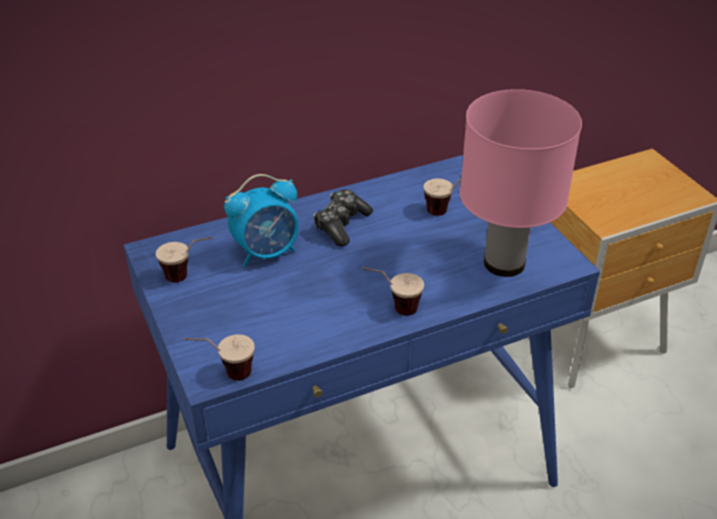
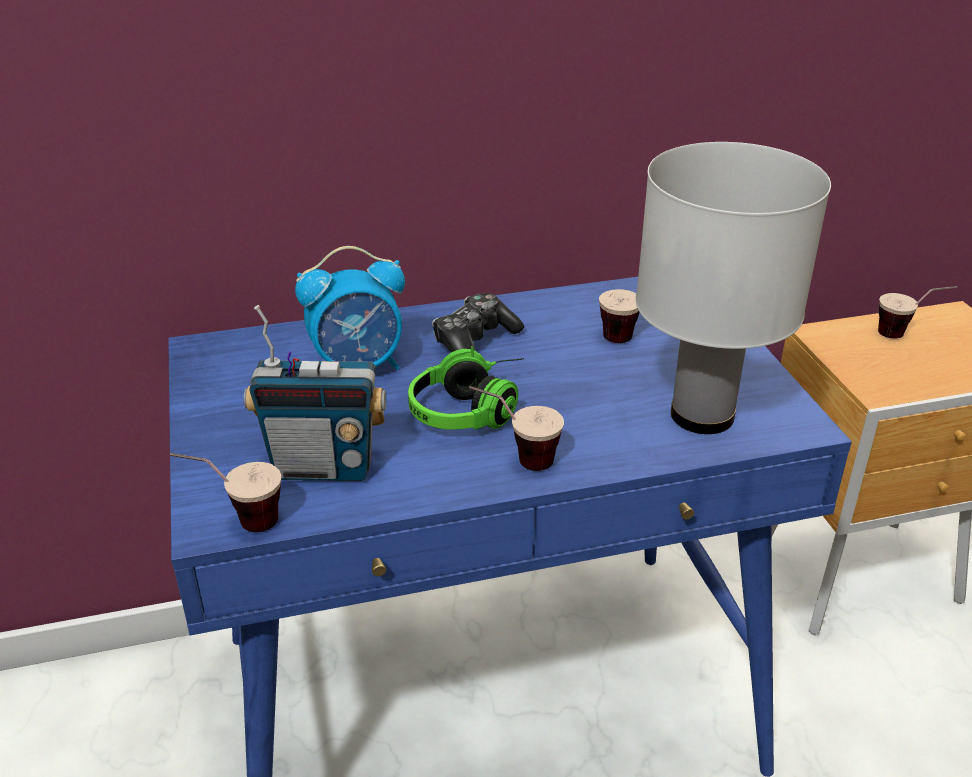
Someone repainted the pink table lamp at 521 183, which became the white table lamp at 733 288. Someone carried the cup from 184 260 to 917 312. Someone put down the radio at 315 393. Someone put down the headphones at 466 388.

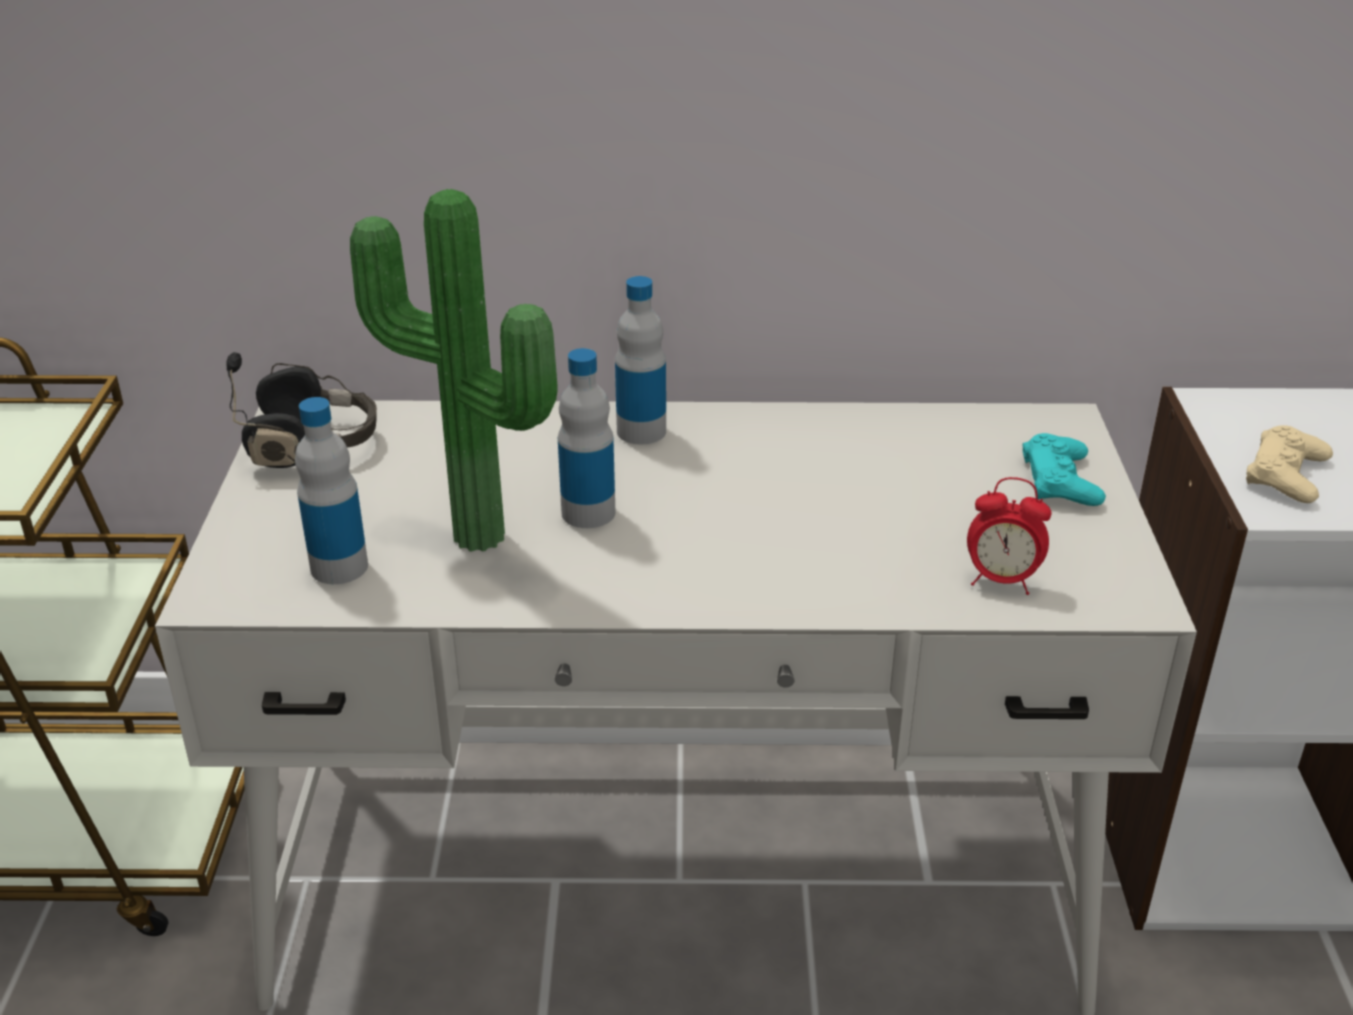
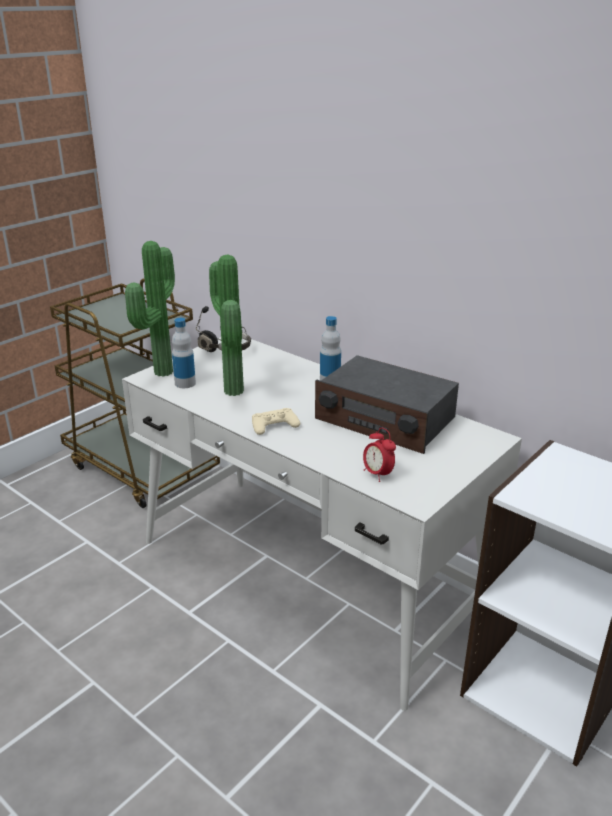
Someone took away the bottle at 587 438. Someone carried the beige game controller from 1289 464 to 276 421. Someone took away the turquoise game controller at 1064 469. Someone put down the potted plant at 150 309. Someone put down the radio at 387 404.

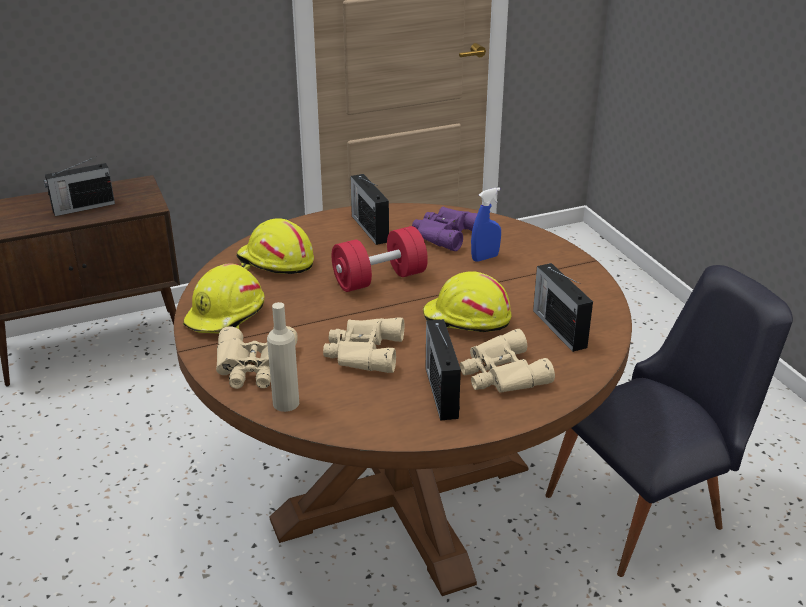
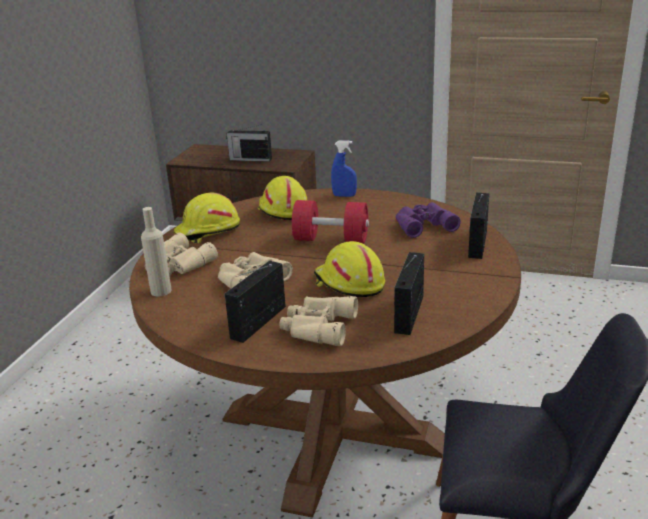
Someone carried the radio from 369 209 to 478 226. Someone carried the blue spray bottle from 486 224 to 344 169.

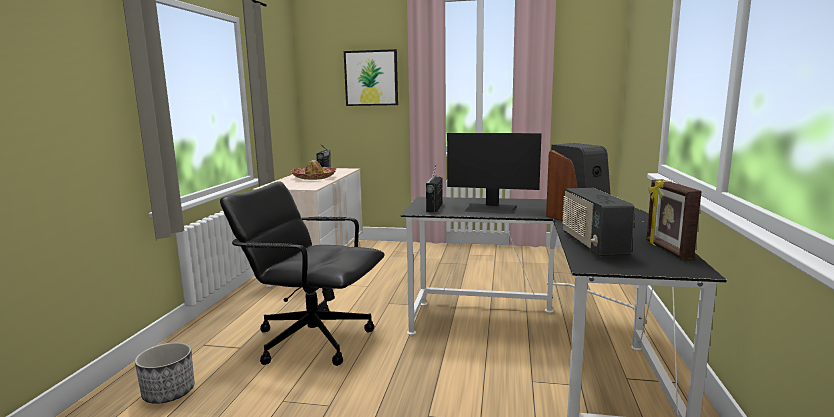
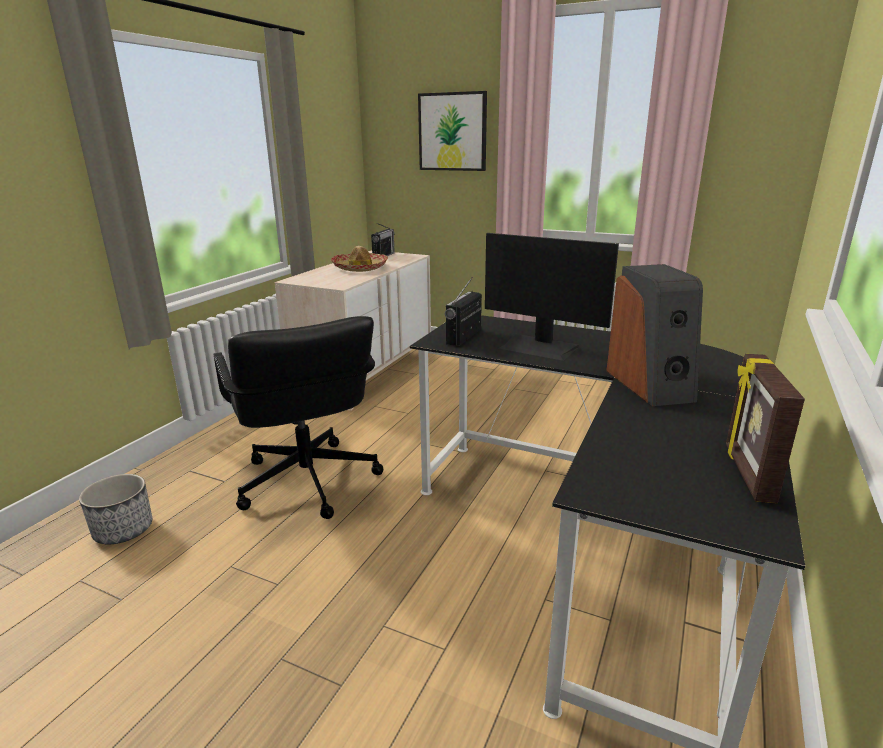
Someone rotated the black office chair at 302 273 by 150 degrees counterclockwise. Someone took away the radio at 598 222.

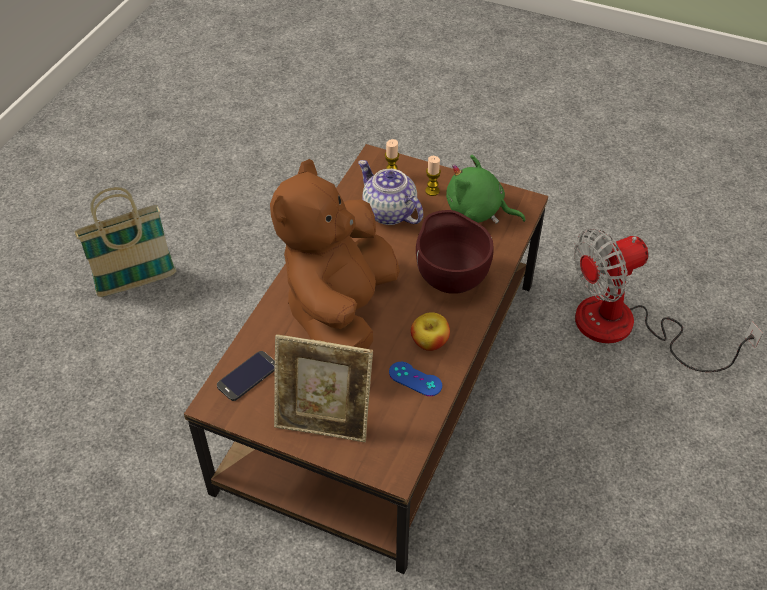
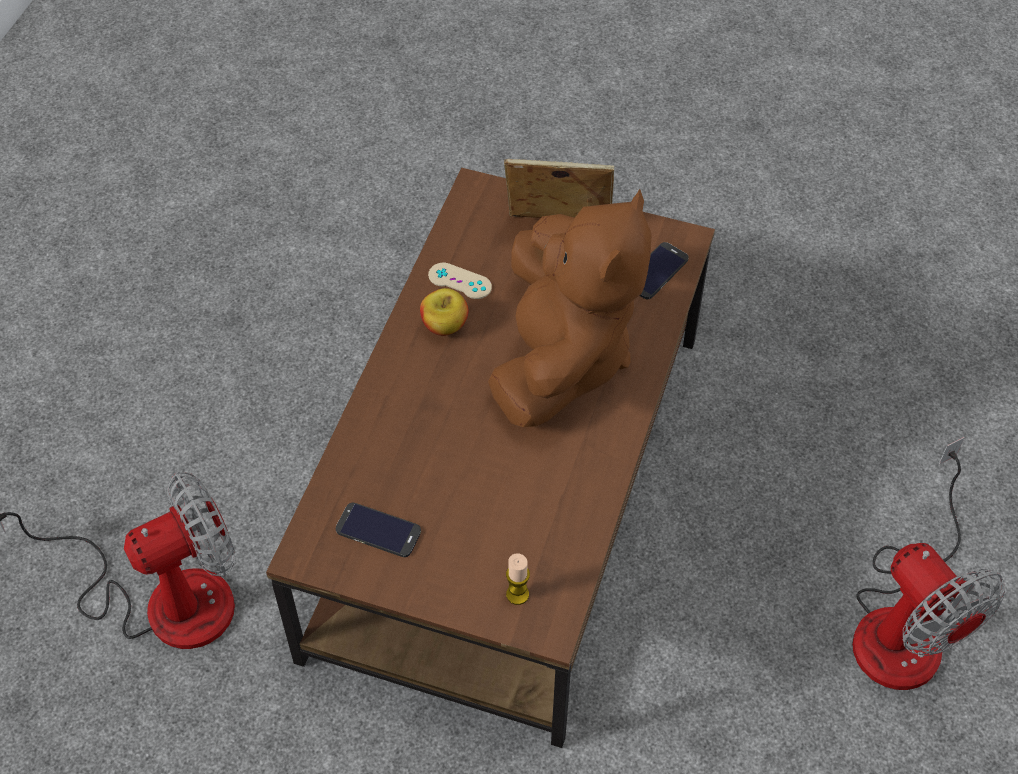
Someone swapped the green plush toy at 486 189 for the phone at 378 530. Someone took away the candle at 433 176. Someone took away the teapot at 390 192. Someone swapped the basket at 125 242 for the fan at 928 563. Someone took away the brown bowl at 455 252. Someone repainted the blue game controller at 415 379, which became the beige game controller at 460 281.

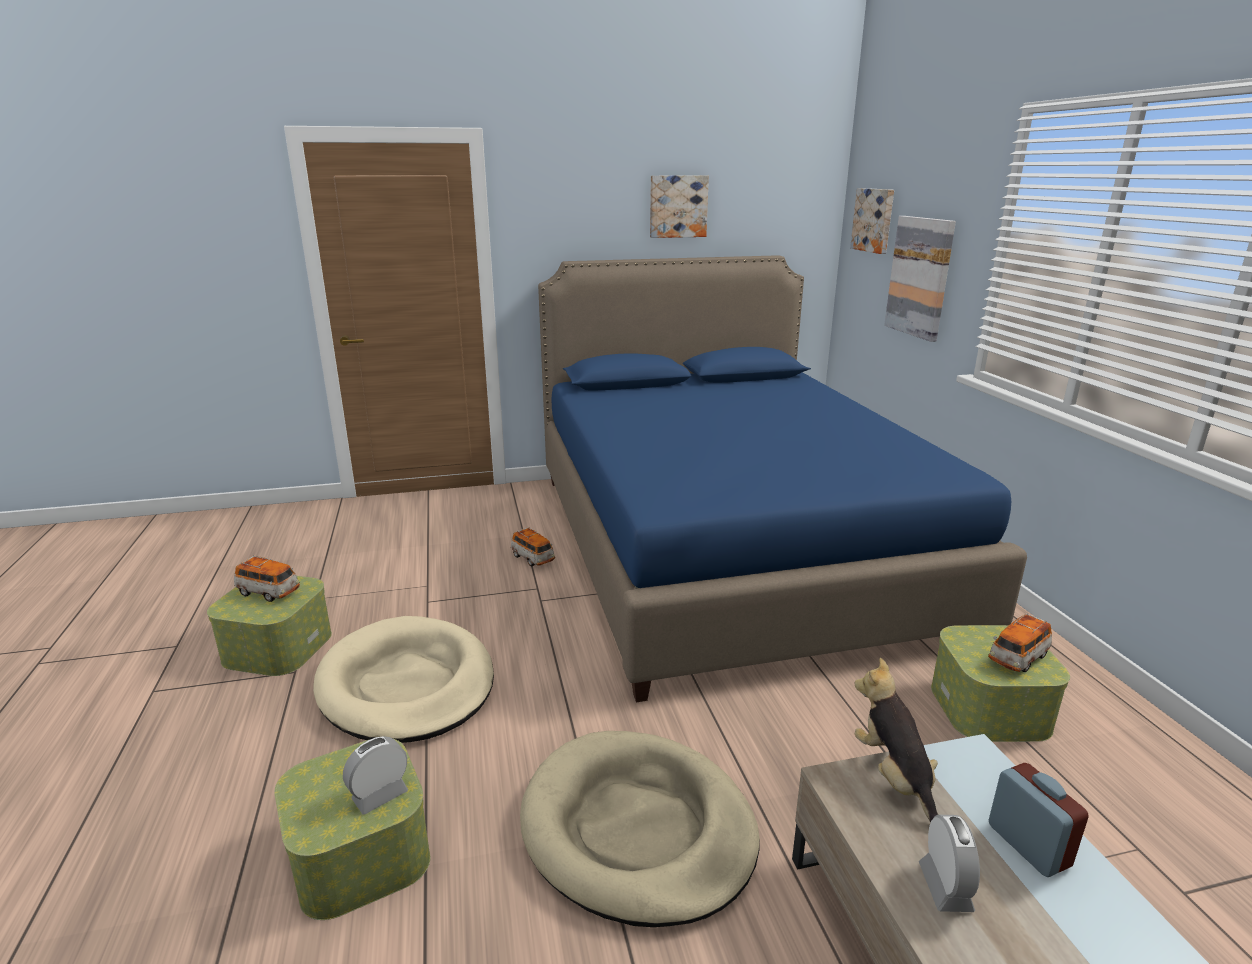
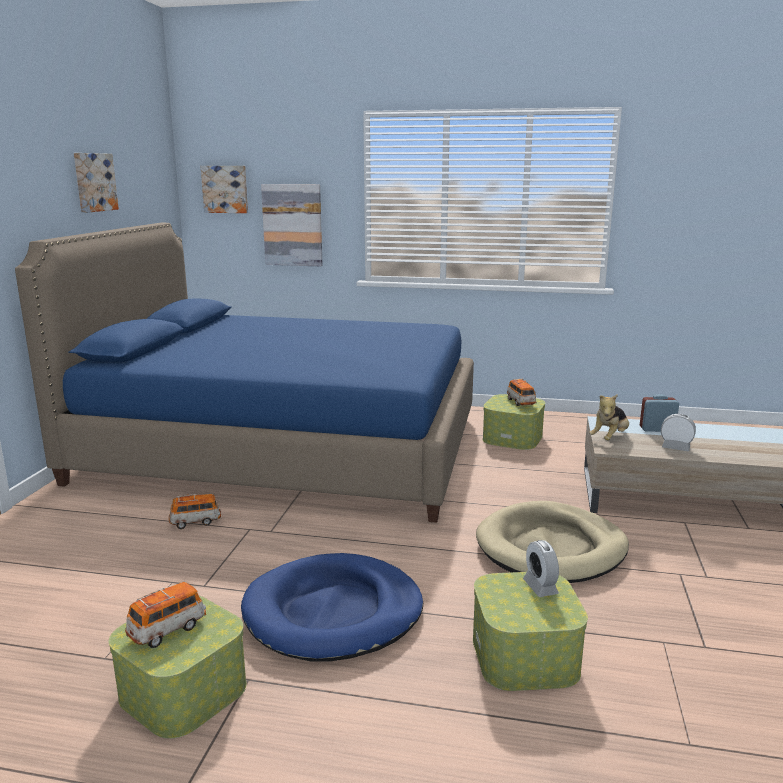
Someone repainted the beige dog bed at 403 679, which became the blue dog bed at 332 607. Someone rotated the plush toy at 896 740 by 60 degrees counterclockwise.

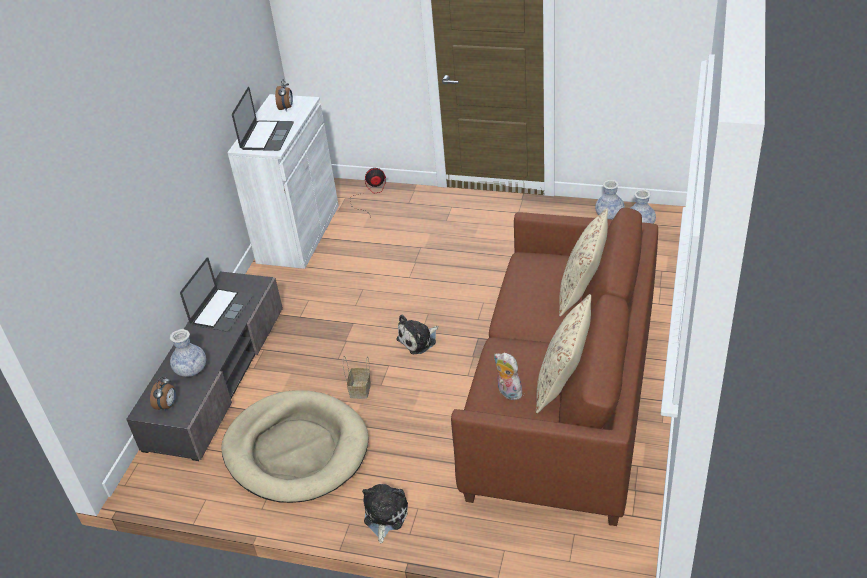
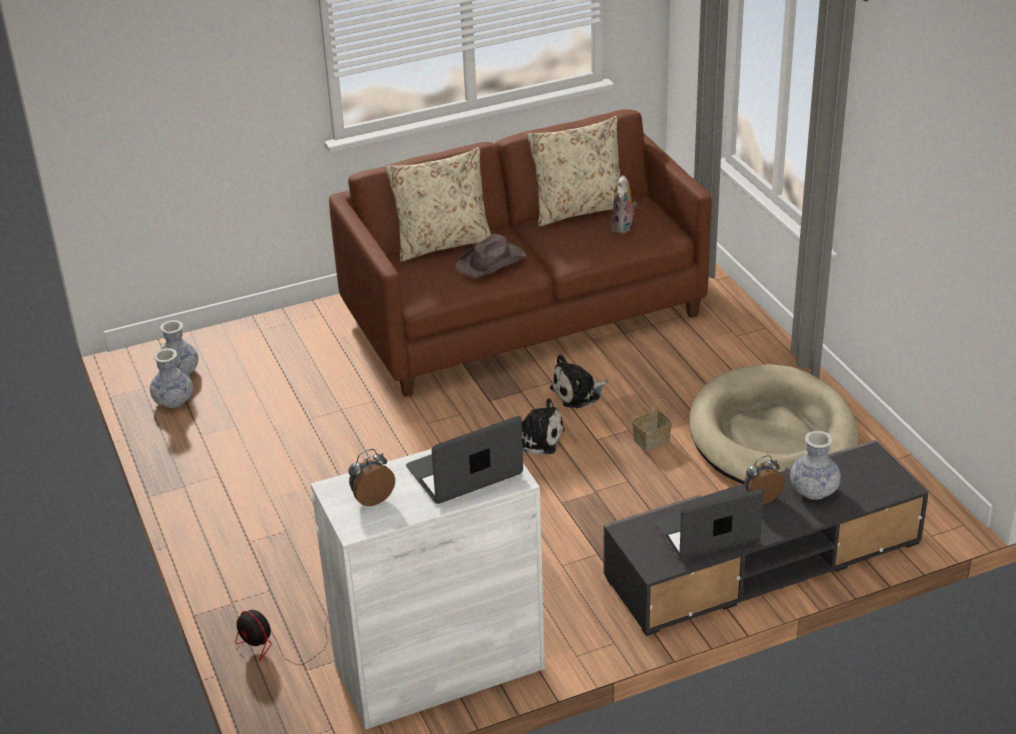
Someone carried the alarm clock from 163 394 to 764 479. Someone carried the plush toy from 385 513 to 578 381. Someone put down the brown hat at 490 256.

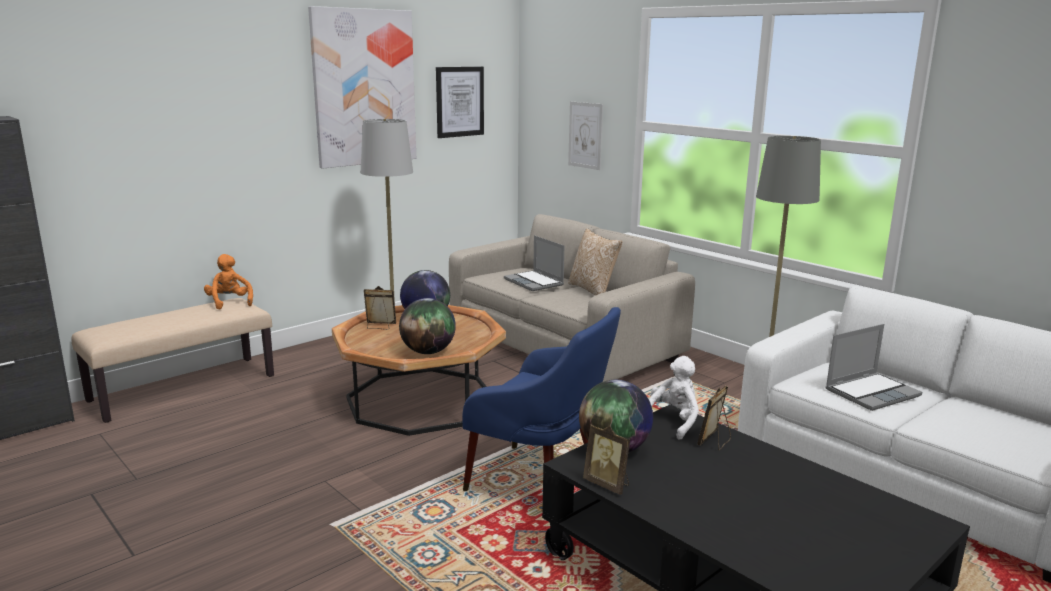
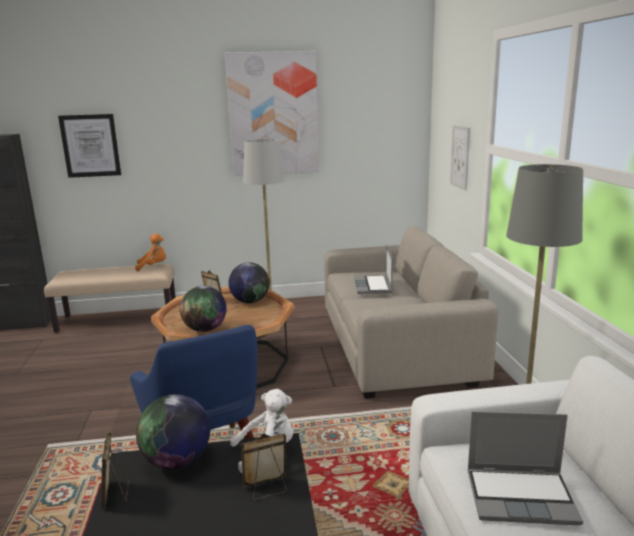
Someone carried the picture from 460 102 to 89 146. Someone took away the pillow at 595 262. Someone rotated the orange plush toy at 228 282 by 75 degrees clockwise.

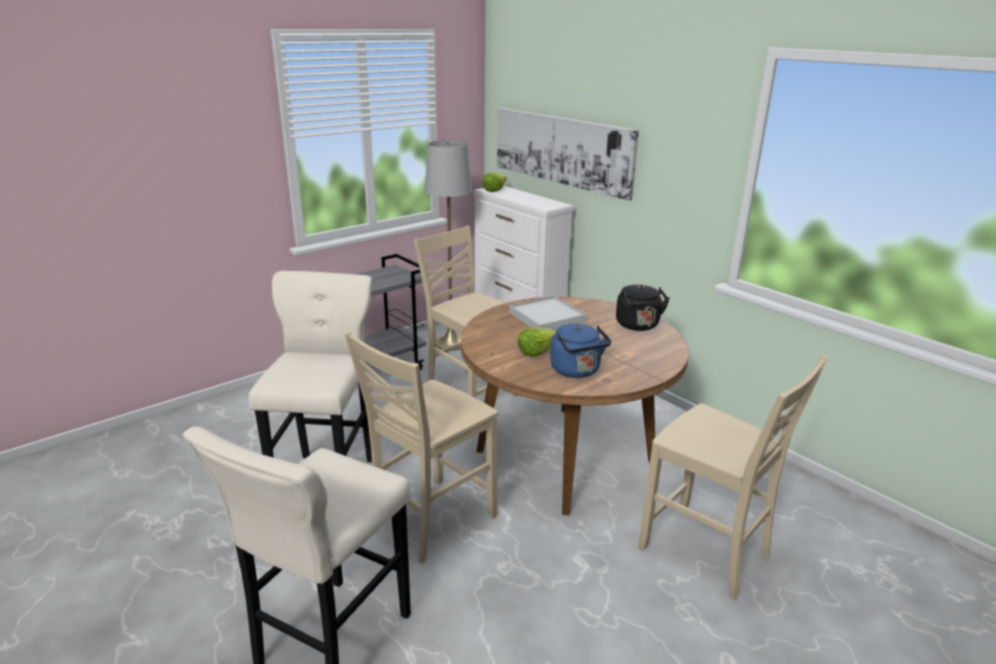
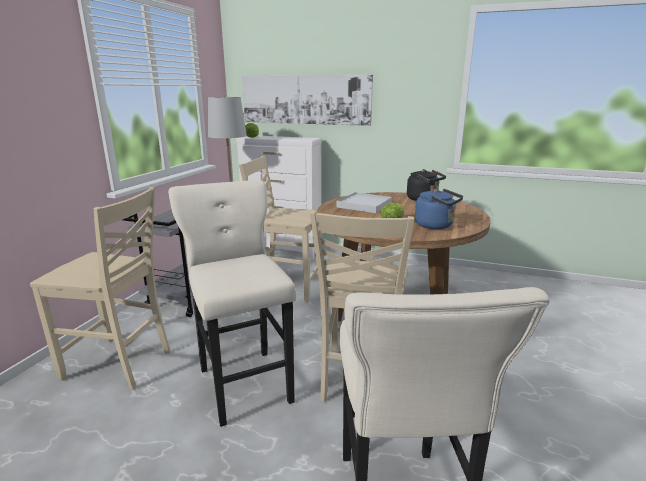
Someone carried the beige chair from 733 477 to 100 288.

